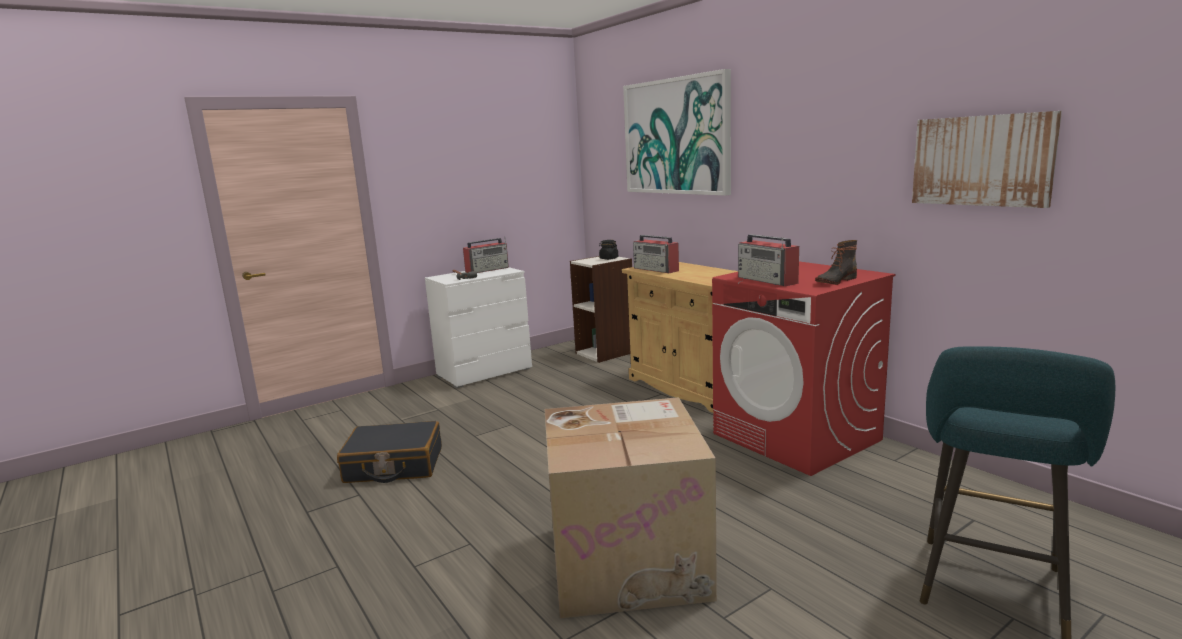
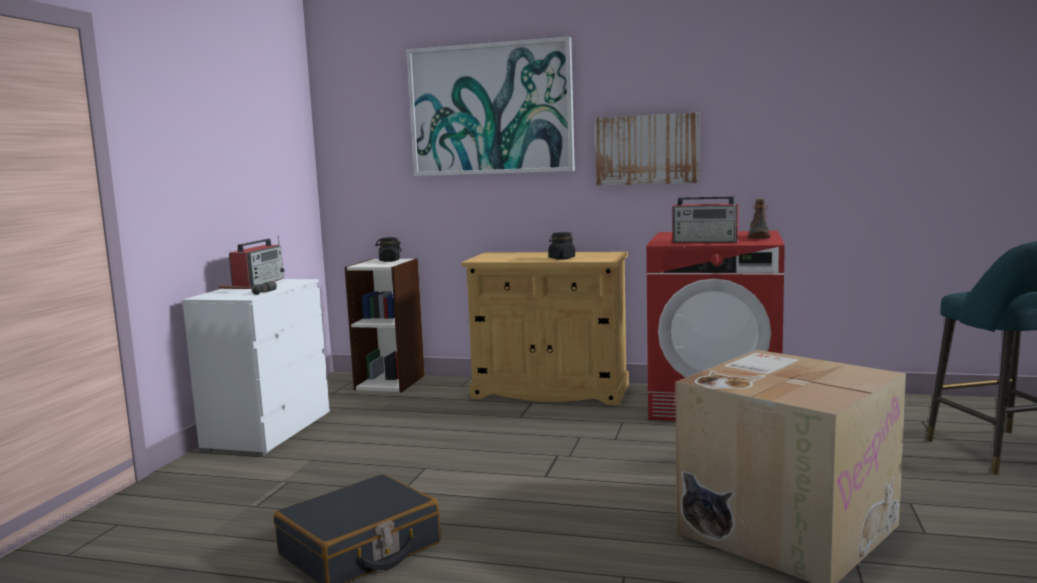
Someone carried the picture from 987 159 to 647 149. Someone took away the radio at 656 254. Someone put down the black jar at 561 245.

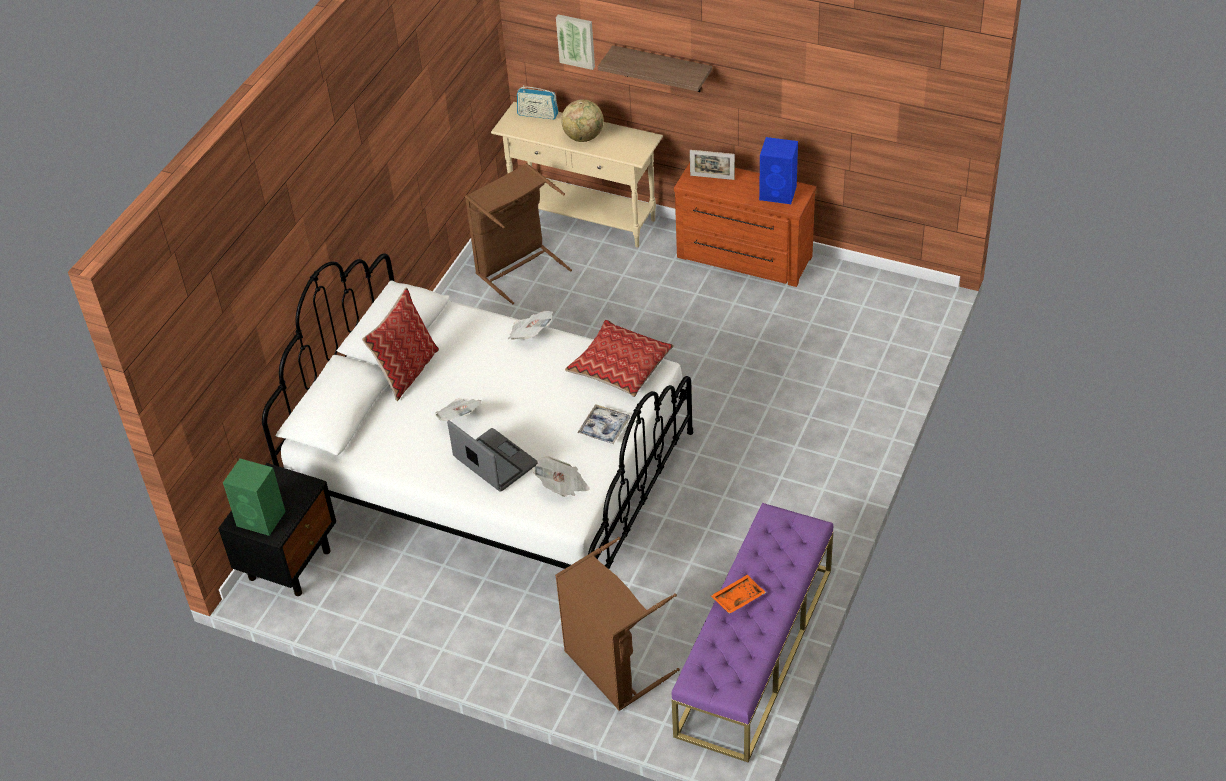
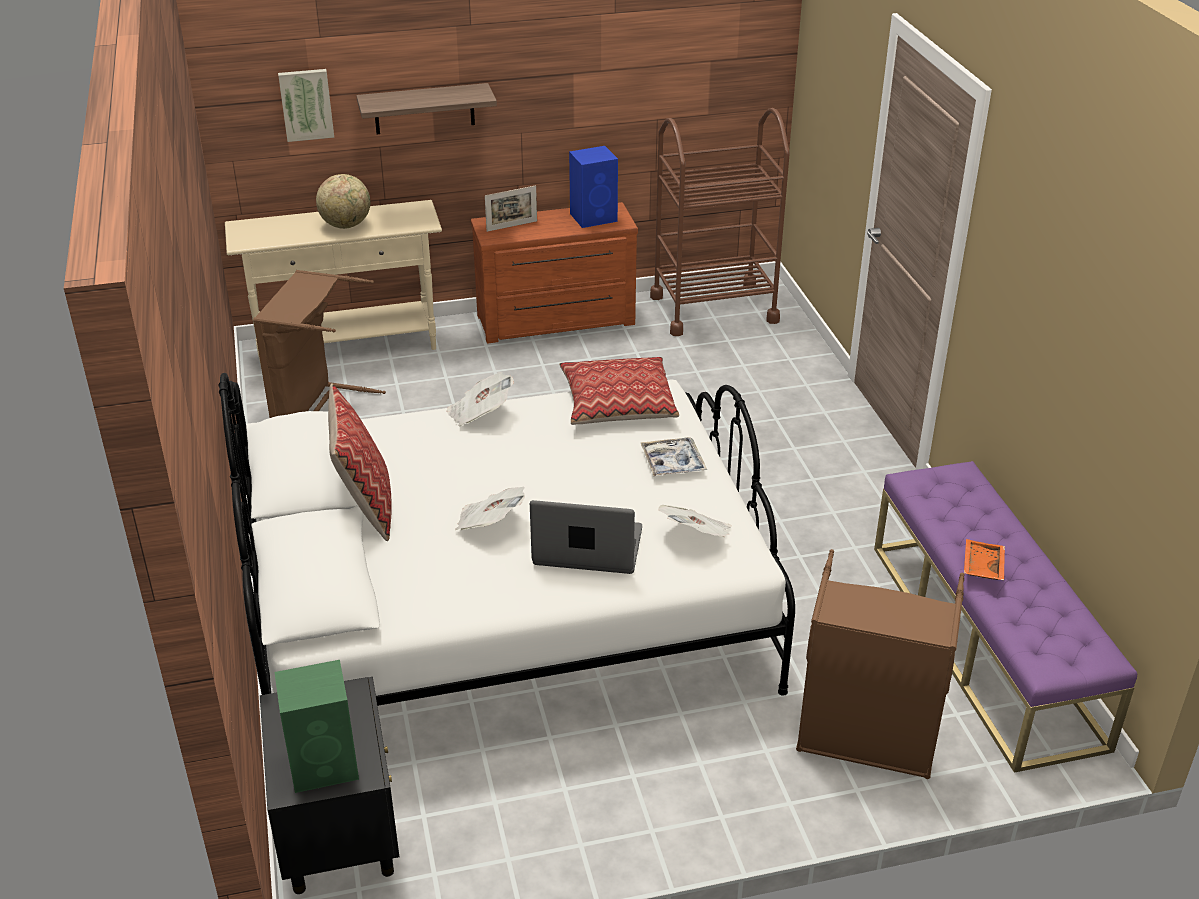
Someone took away the radio at 537 102. Someone put down the brown cart at 720 222.

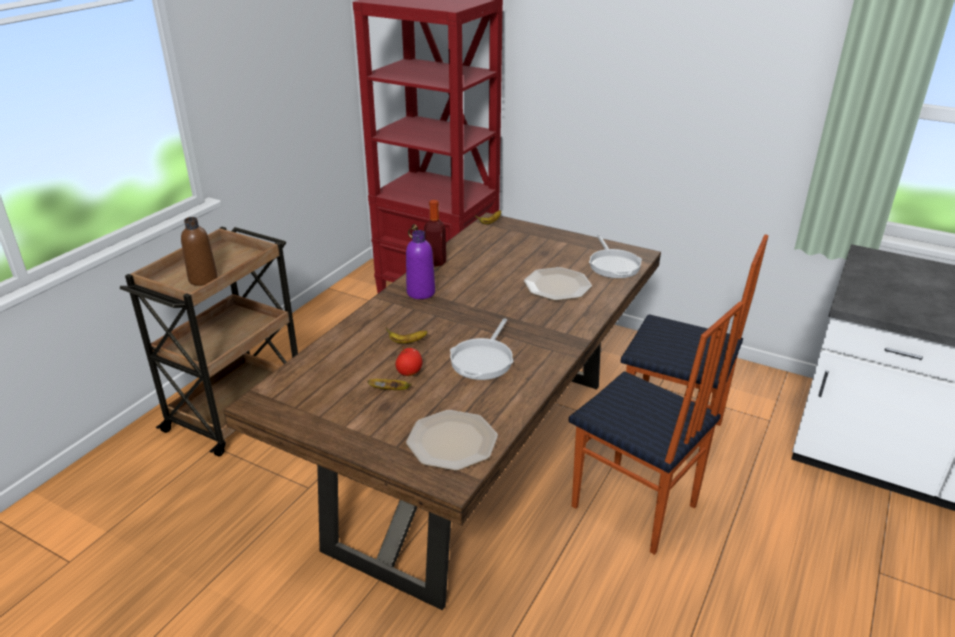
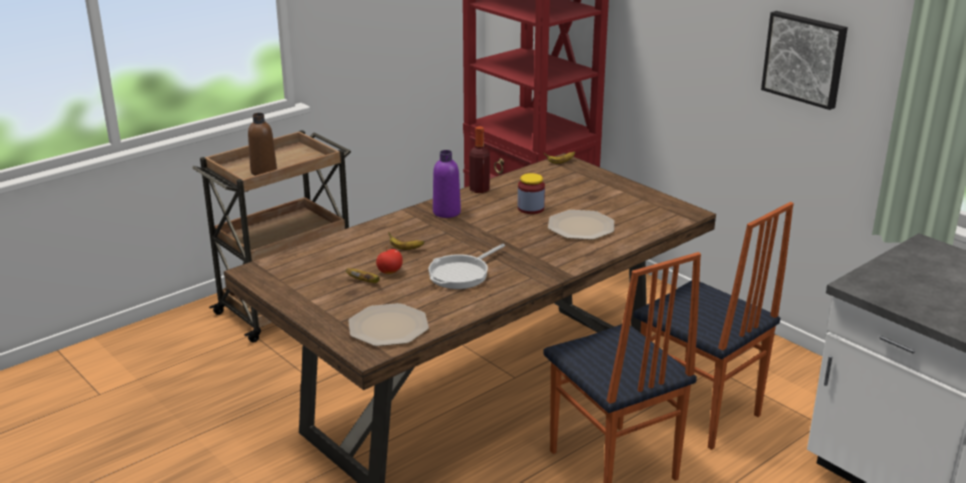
Someone took away the frying pan at 615 256. Someone put up the picture at 804 60. Someone put down the jar at 531 193.

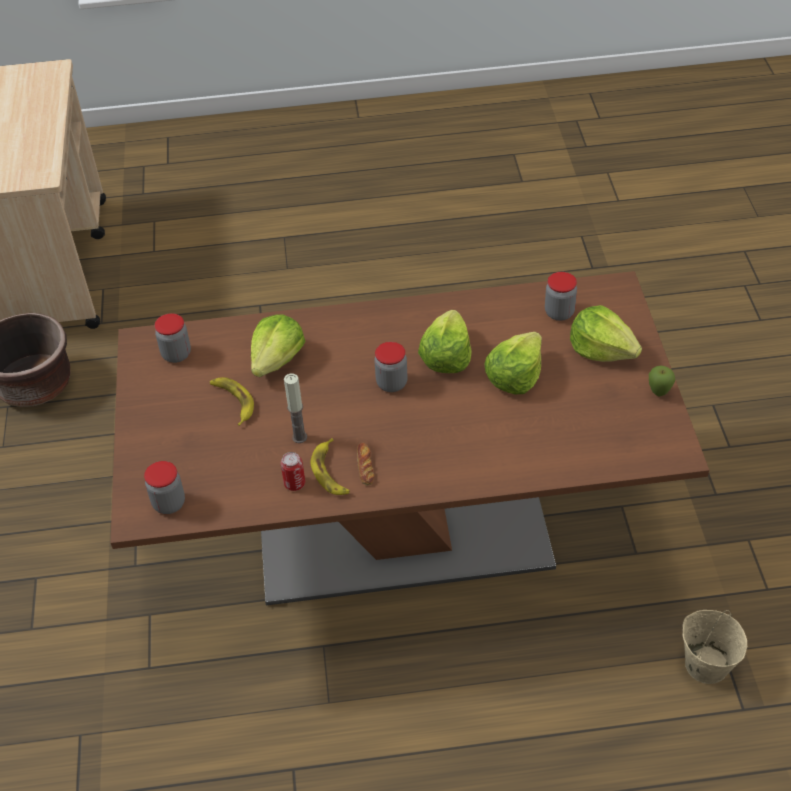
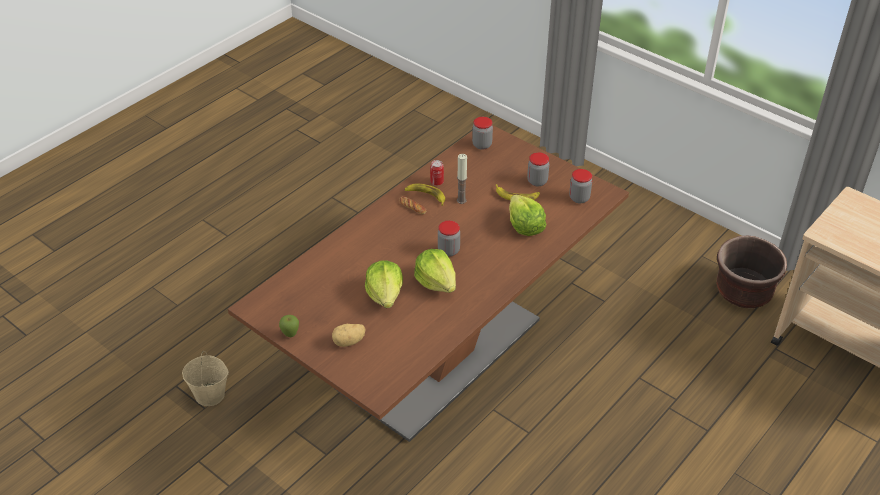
Someone carried the jar from 561 296 to 538 169. Someone swapped the lettuce at 606 333 for the potato at 349 335.

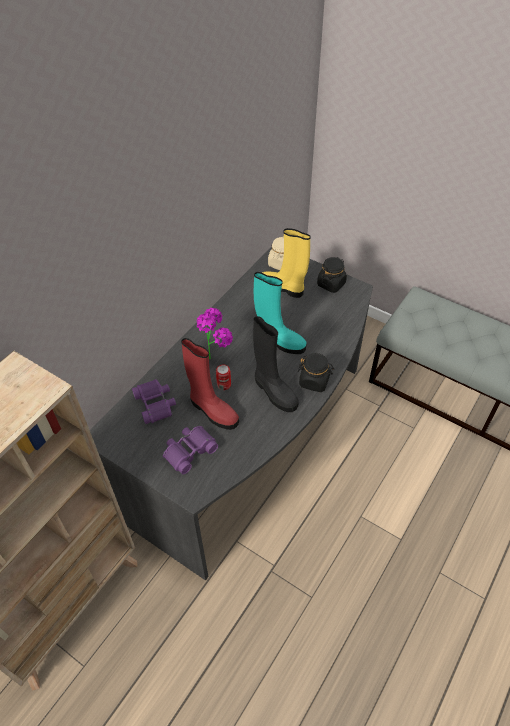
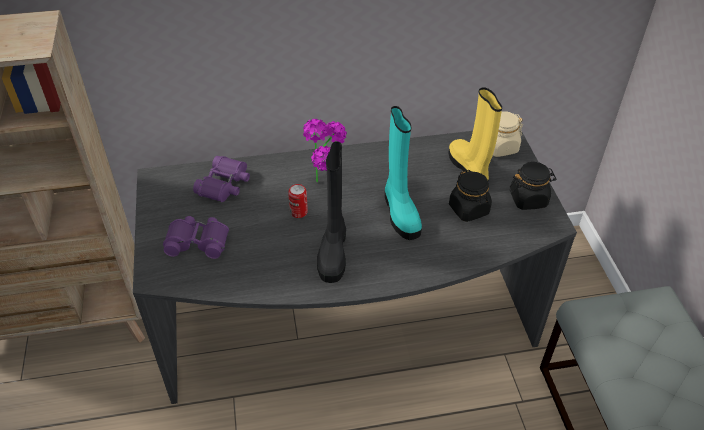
Someone took away the red boot at 210 384. Someone carried the black jar from 316 372 to 470 196.

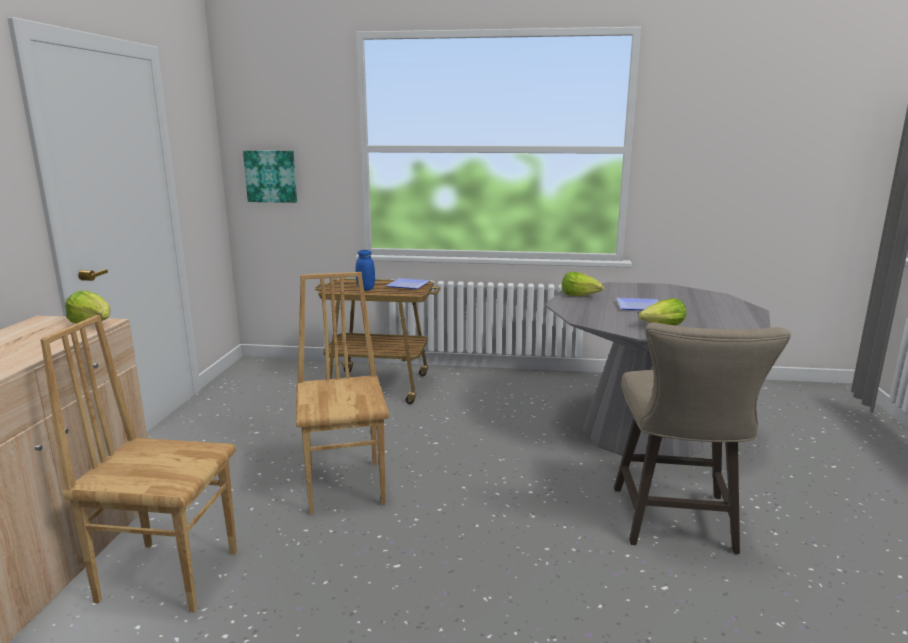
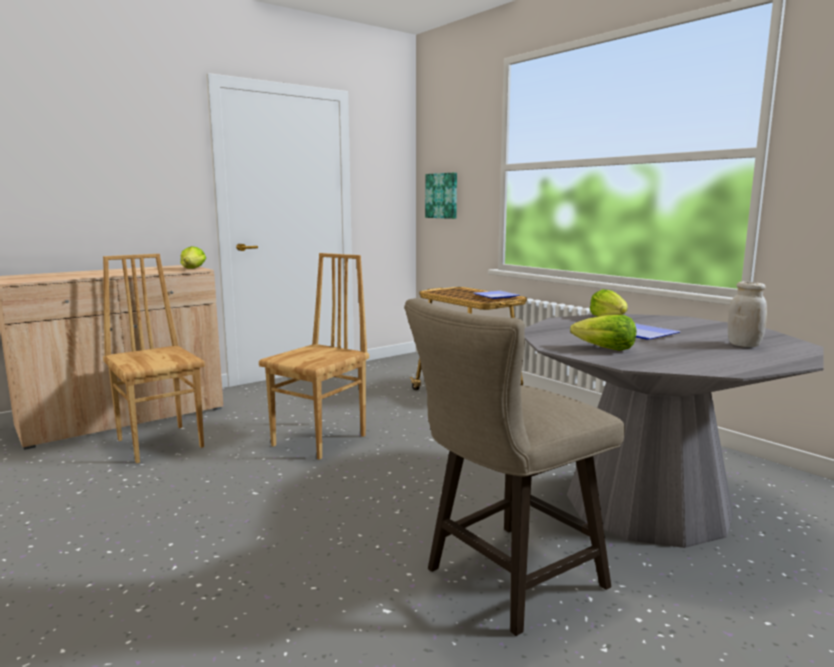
Someone took away the blue jar at 365 270. Someone put down the white jar at 747 314.

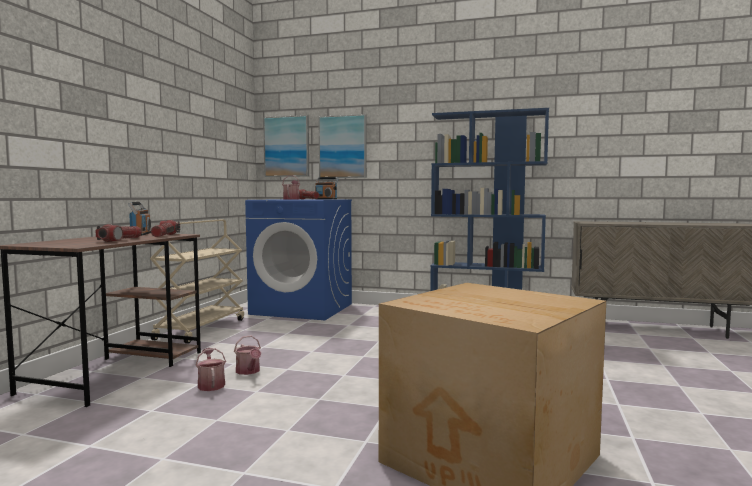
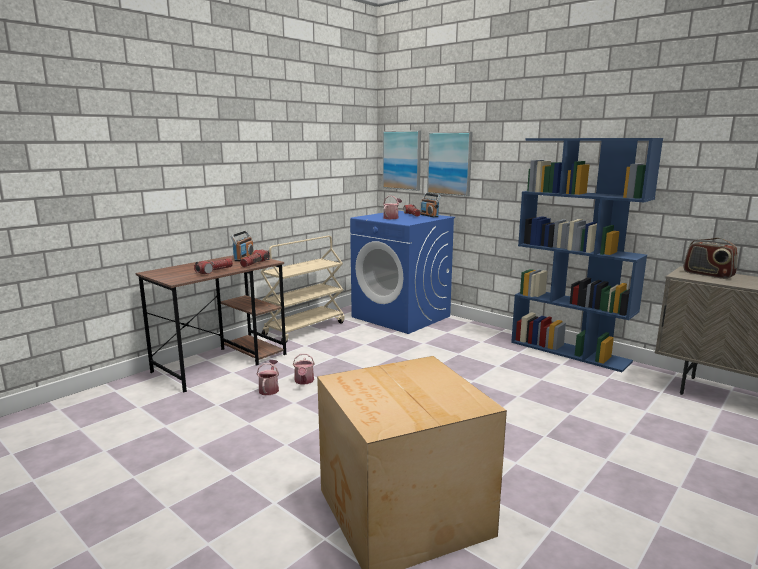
Someone put down the radio at 711 258.

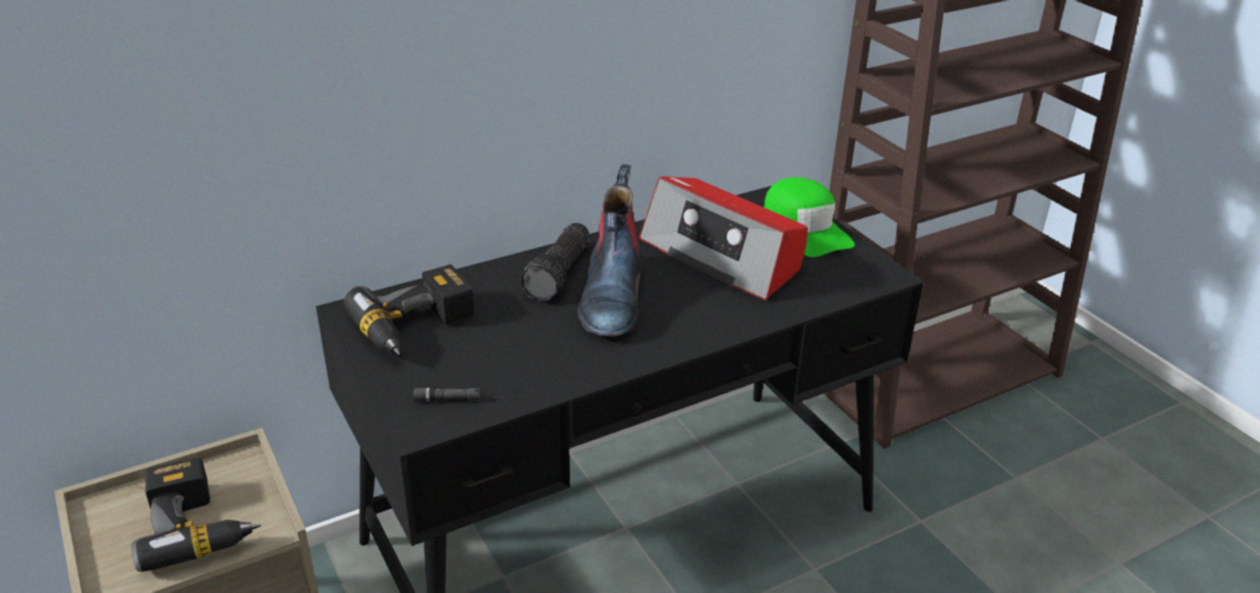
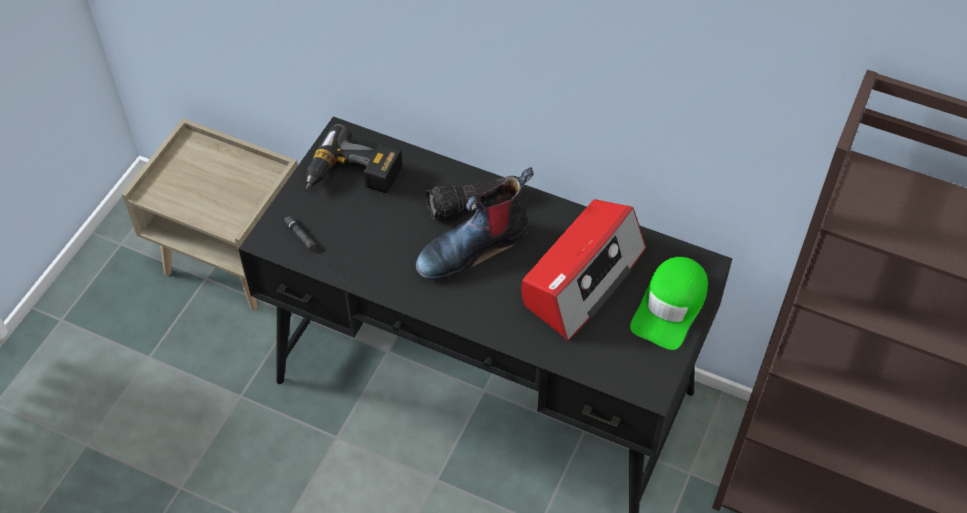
Someone rotated the radio at 723 238 by 150 degrees counterclockwise. Someone took away the power drill at 196 515.

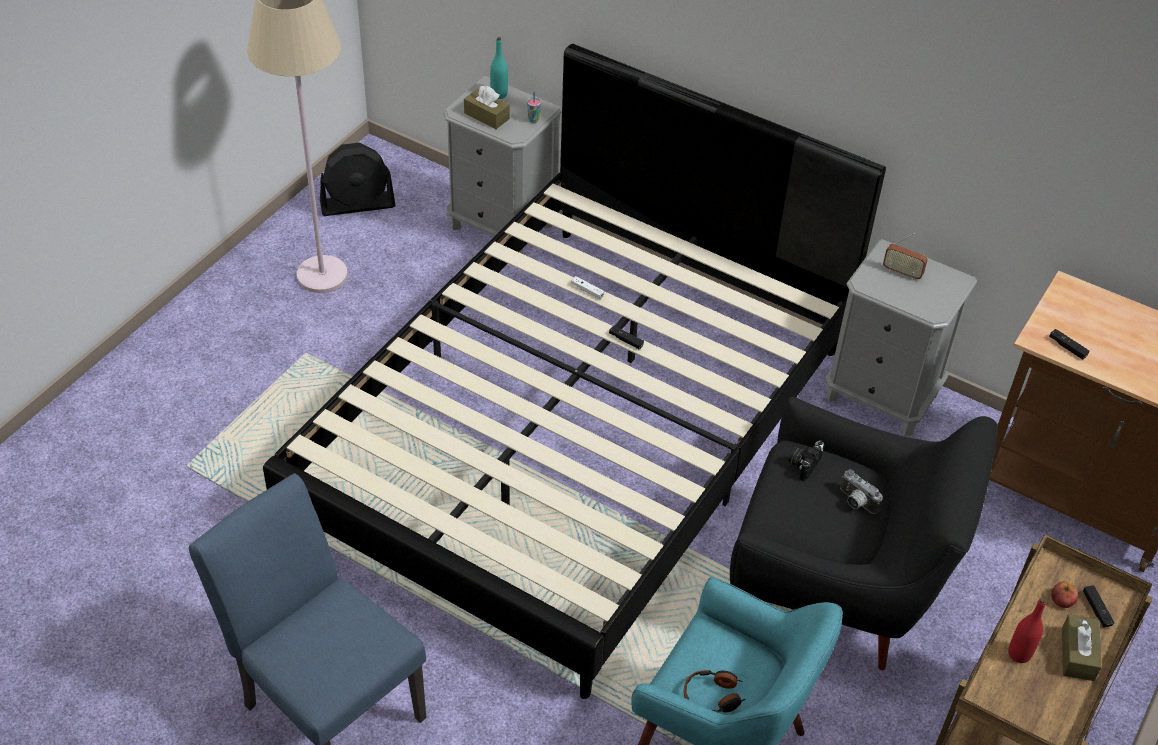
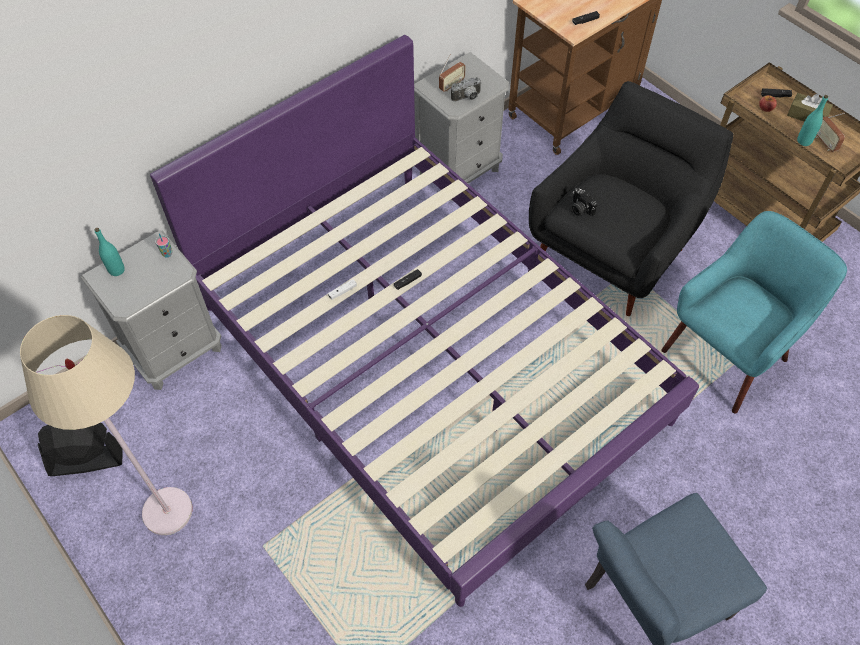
Someone repainted the black bed at 574 371, which became the purple bed at 424 321. Someone took away the brown tissue box at 487 107. Someone rotated the black fan at 358 179 by 105 degrees counterclockwise. Someone carried the photo camera from 861 491 to 466 89. Someone repainted the red bottle at 1027 630, which became the turquoise bottle at 812 120. Someone took away the headphones at 714 691. Someone put down the radio at 830 132.

